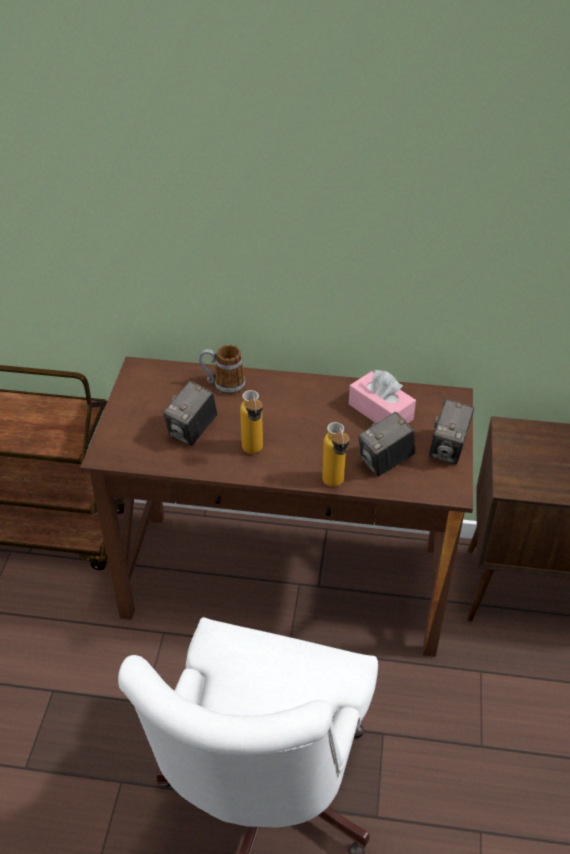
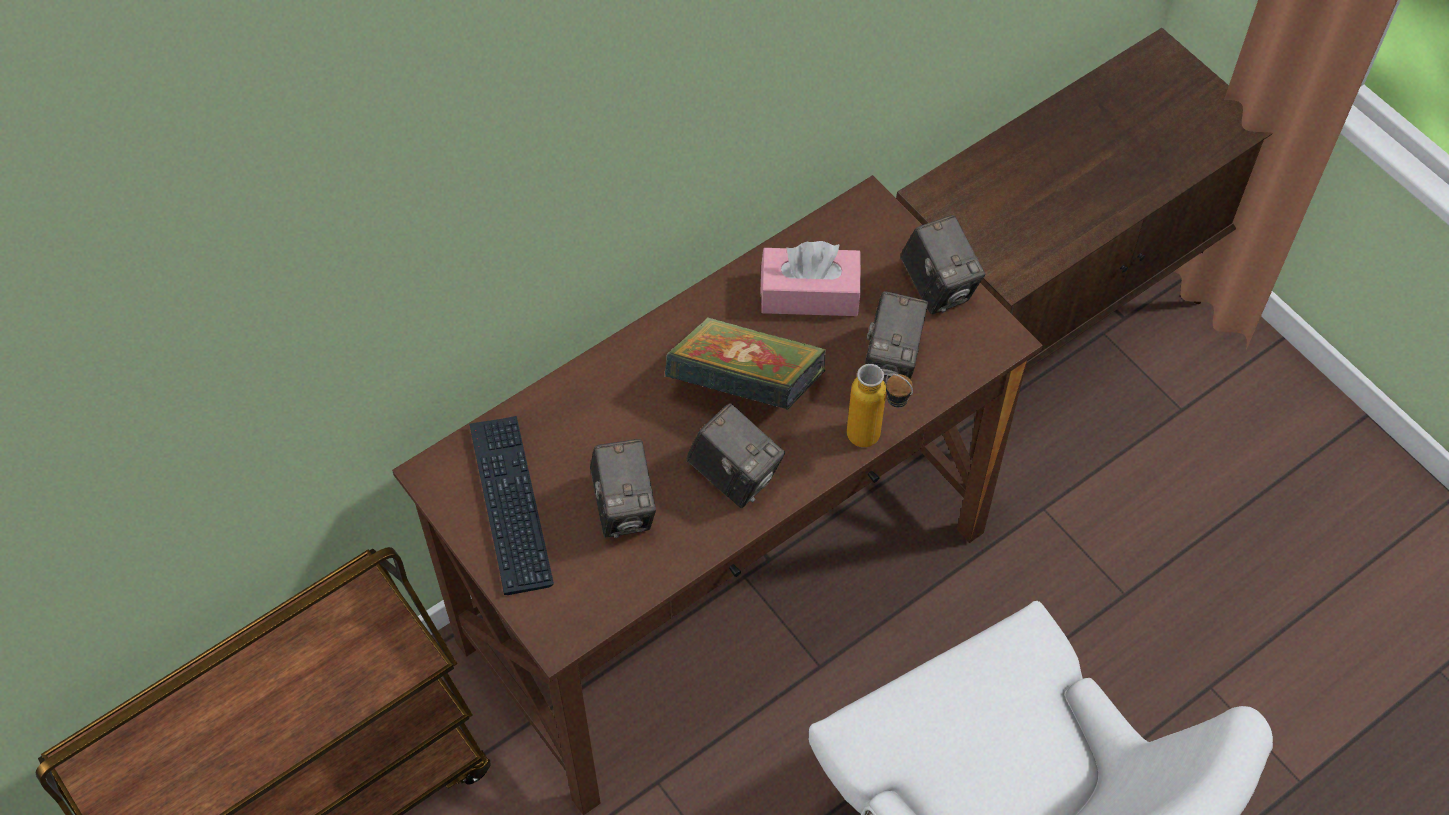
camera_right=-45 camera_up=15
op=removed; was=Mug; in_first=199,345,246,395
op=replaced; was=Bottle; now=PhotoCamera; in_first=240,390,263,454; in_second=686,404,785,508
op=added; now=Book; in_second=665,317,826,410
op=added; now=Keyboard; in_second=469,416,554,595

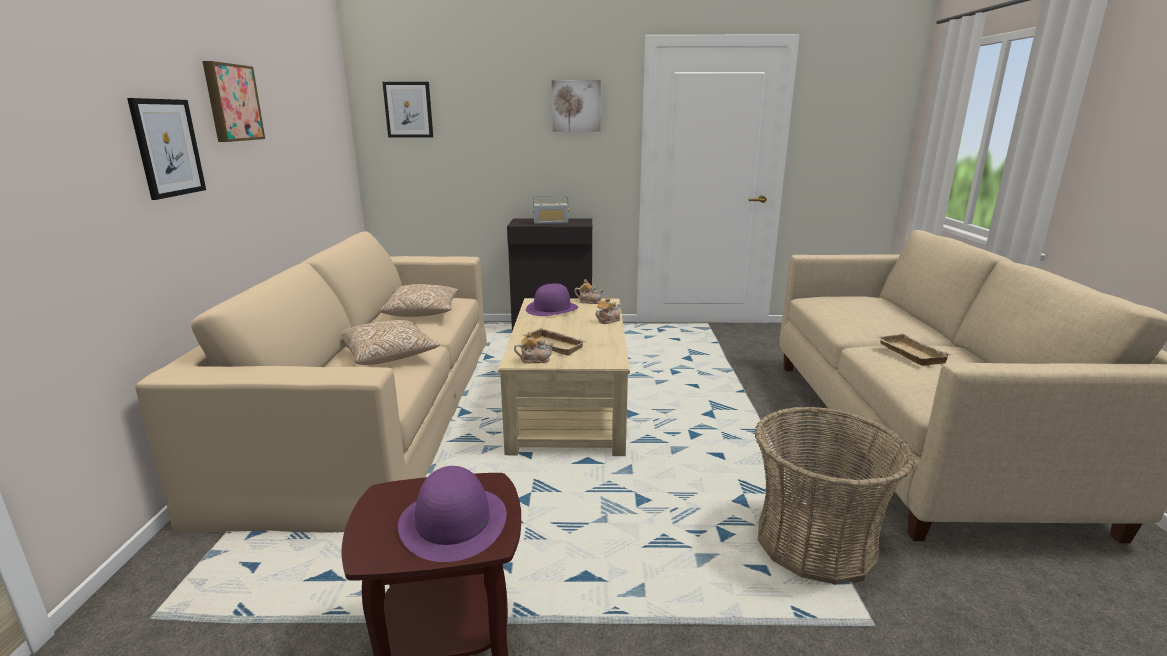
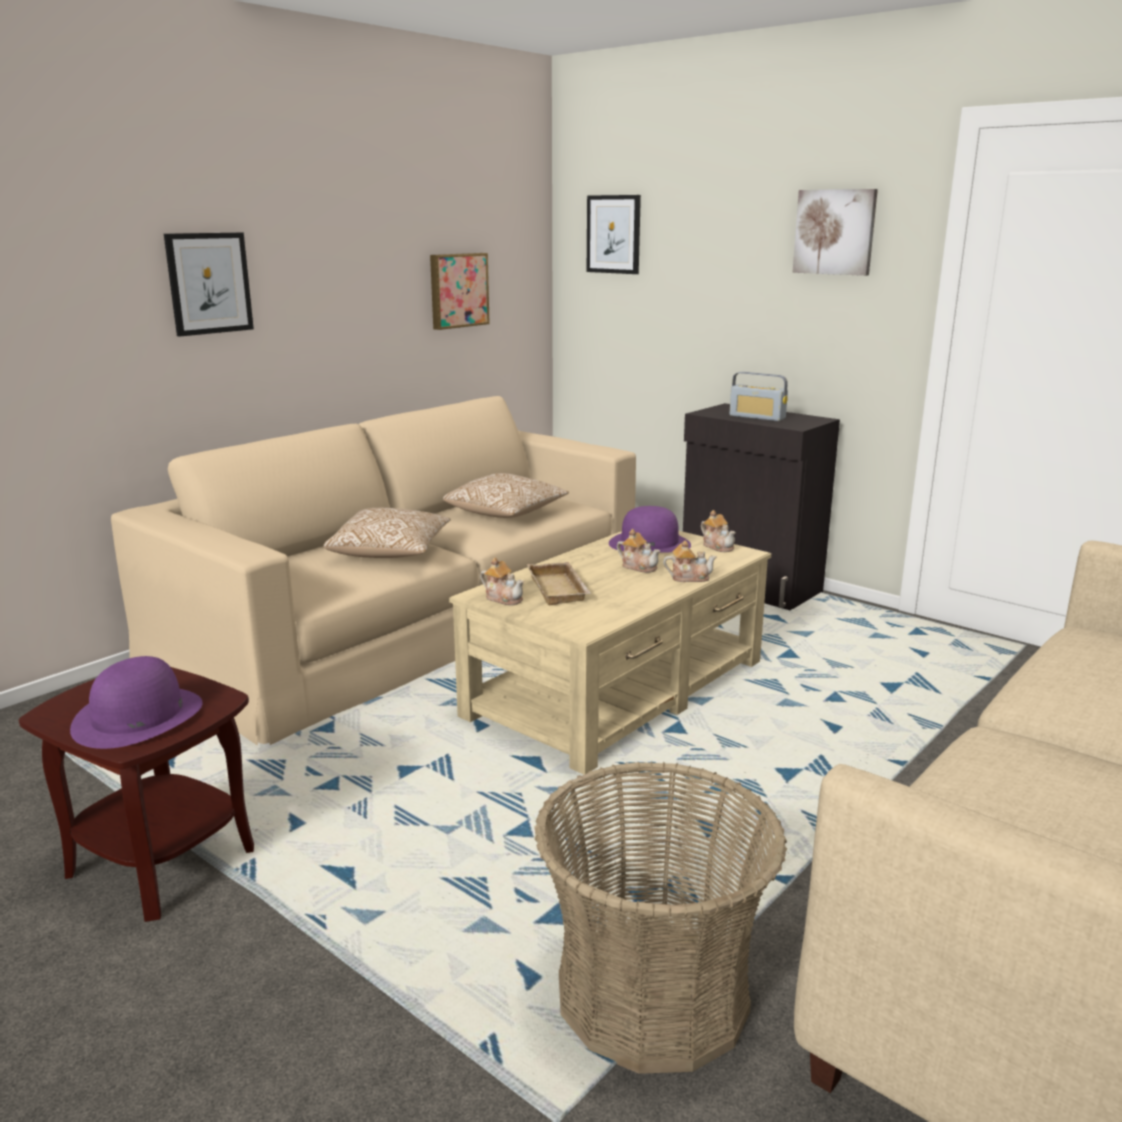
camera_right=40 camera_up=0
op=moved; was=Picture; in_first=202,61,265,142; in_second=430,253,490,330
op=removed; was=BeigeTray; in_first=875,334,952,366
op=added; now=Teapot; in_second=617,529,660,573

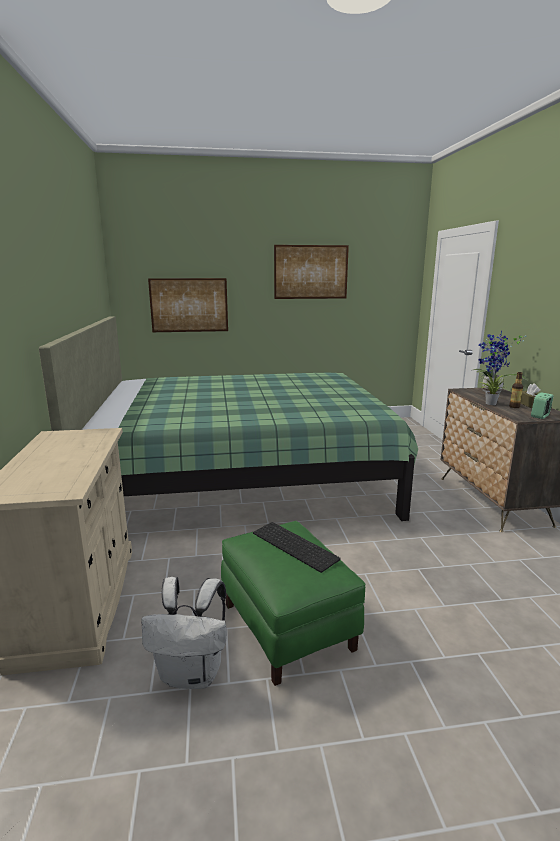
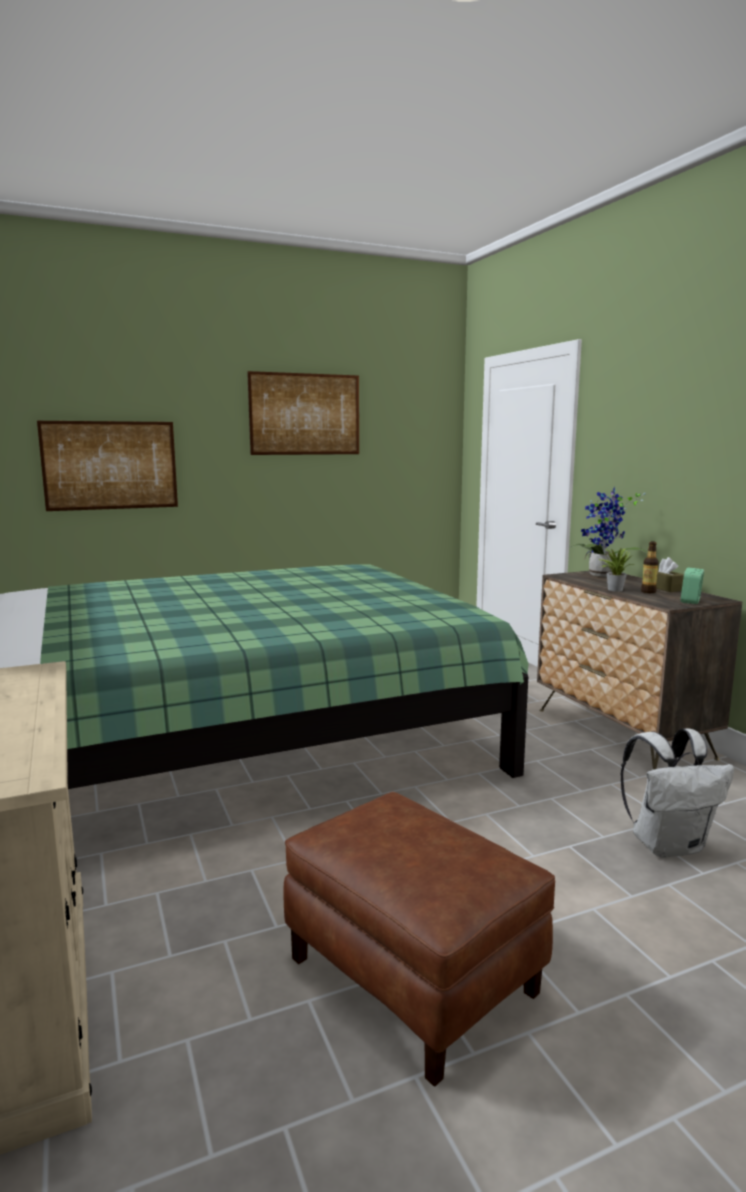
camera_right=-15 camera_up=-5
op=recoloured; was=GreenOttoman; now=BrownOttoman; in_first=221,521,365,686; in_second=284,792,555,1087
op=removed; was=Keyboard; in_first=253,522,341,573
op=moved; was=WhiteBackpack; in_first=141,577,227,689; in_second=620,729,734,858

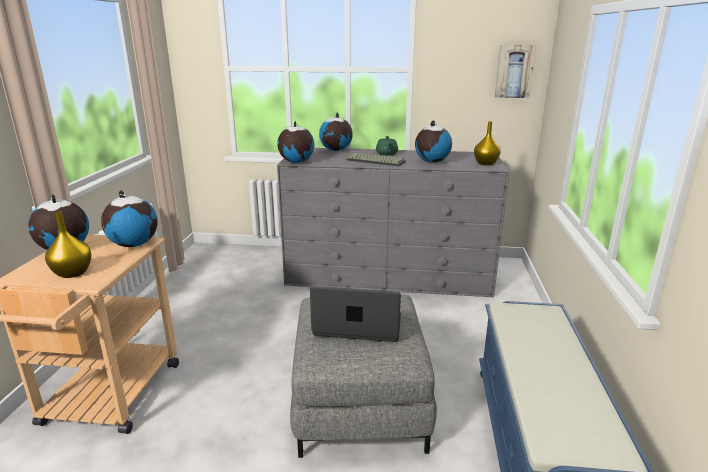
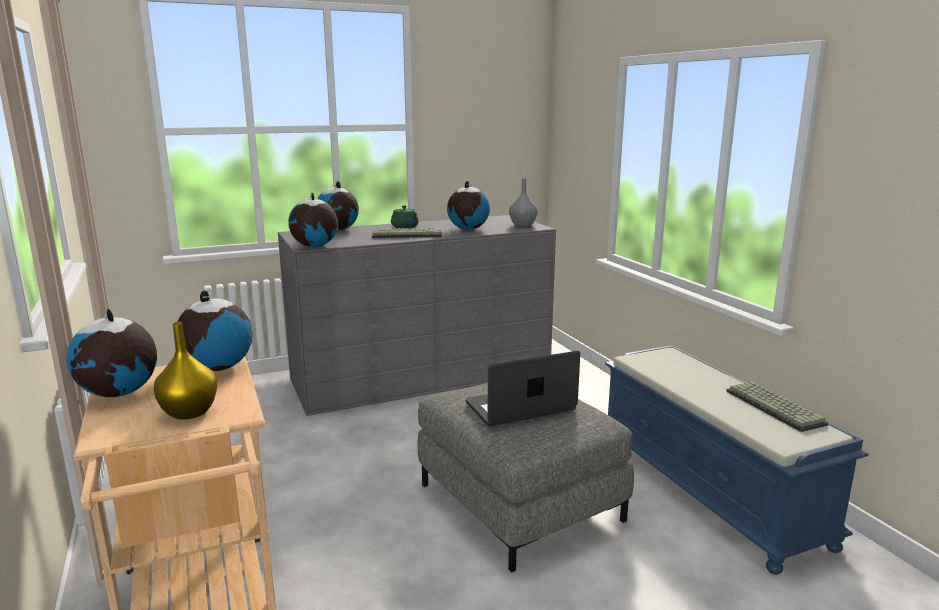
camera_right=-30 camera_up=-5
op=removed; was=Picture; in_first=495,45,536,98
op=recoloured; was=YellowVase; now=GreyVase; in_first=474,121,501,165; in_second=509,178,538,226
op=added; now=Keyboard; in_second=726,382,828,432

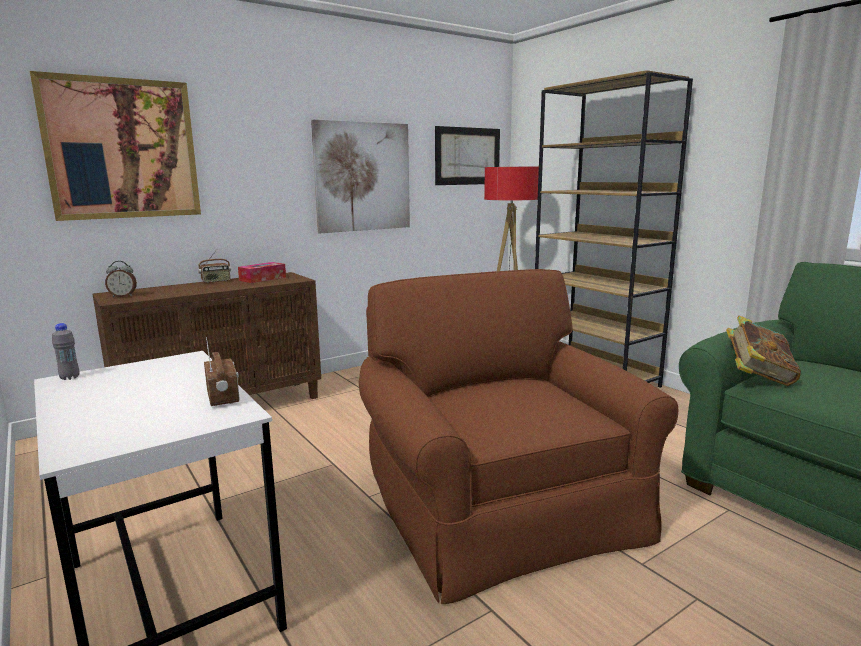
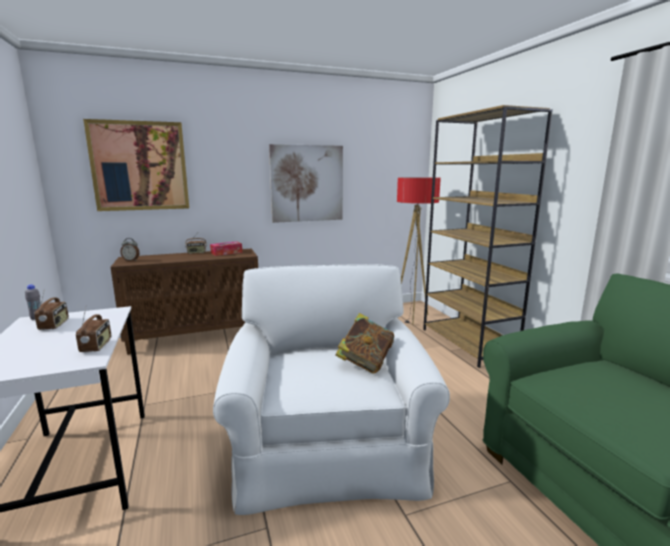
camera_right=15 camera_up=0
op=removed; was=Picture; in_first=435,126,500,185
op=recoloured; was=BrownArmchair; now=WhiteArmchair; in_first=359,269,678,604; in_second=213,264,450,515
op=moved; was=Book; in_first=726,316,801,386; in_second=335,313,394,374
op=added; now=Radio; in_second=34,289,69,330

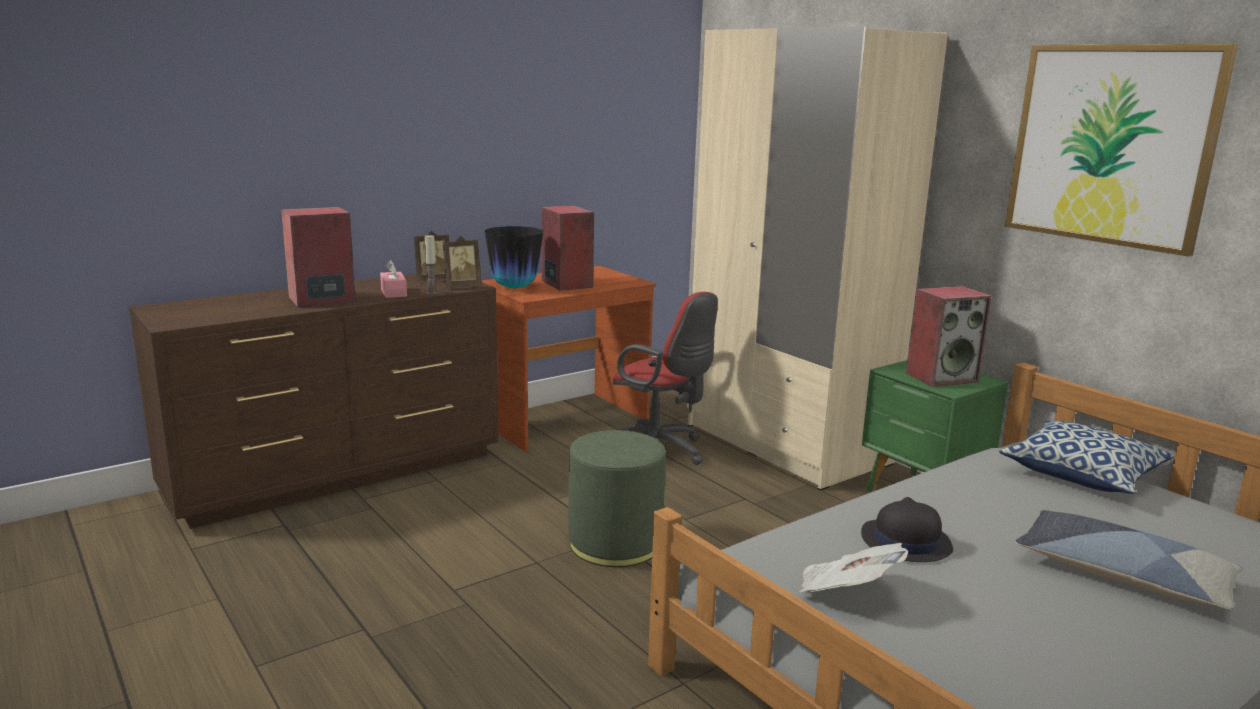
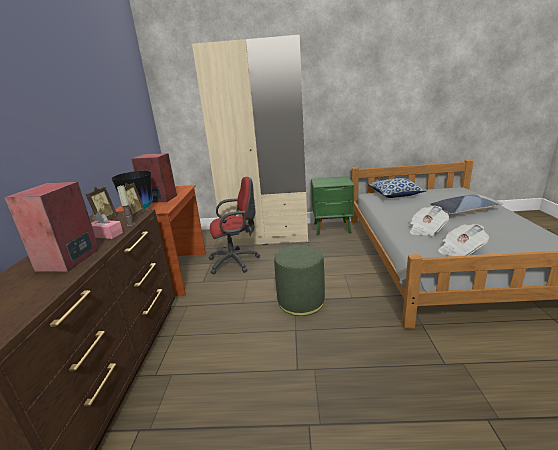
camera_right=-50 camera_up=5
op=removed; was=Picture; in_first=1005,44,1238,257
op=removed; was=Speaker; in_first=906,286,991,387
op=replaced; was=BlackHat; now=Newspaper; in_first=861,497,953,562; in_second=410,206,449,236

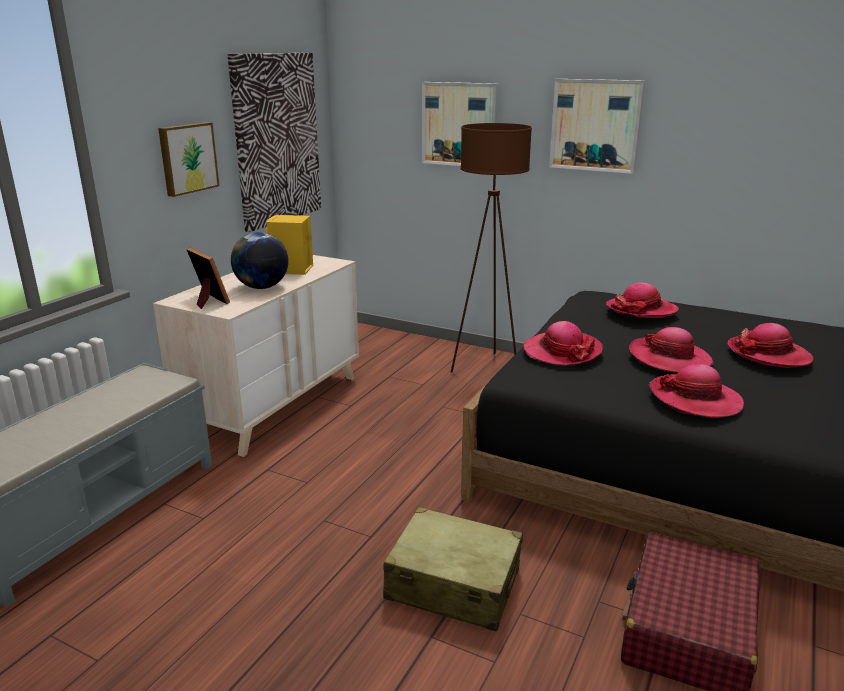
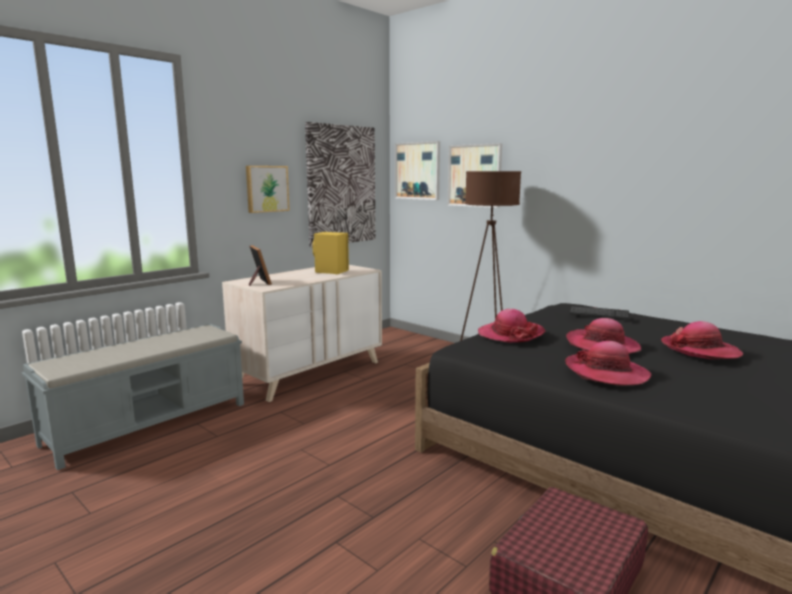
camera_right=15 camera_up=-10
op=moved; was=Picture; in_first=549,79,645,174; in_second=395,141,440,200
op=removed; was=Globe; in_first=231,232,288,289
op=replaced; was=Hat; now=Keyboard; in_first=606,282,679,318; in_second=569,306,629,319
op=removed; was=BeigeSuitcase; in_first=383,507,523,632

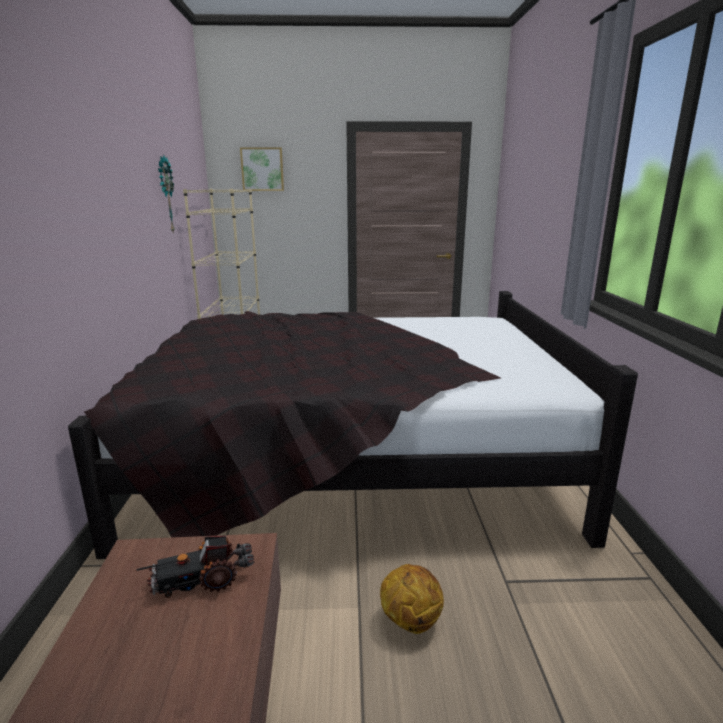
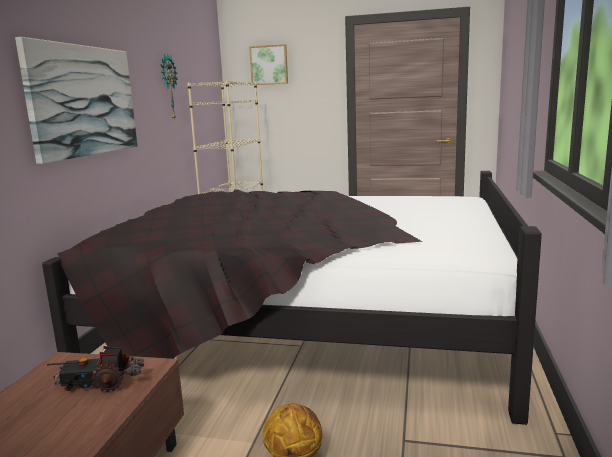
camera_right=15 camera_up=-5
op=added; now=Picture; in_second=15,37,138,164

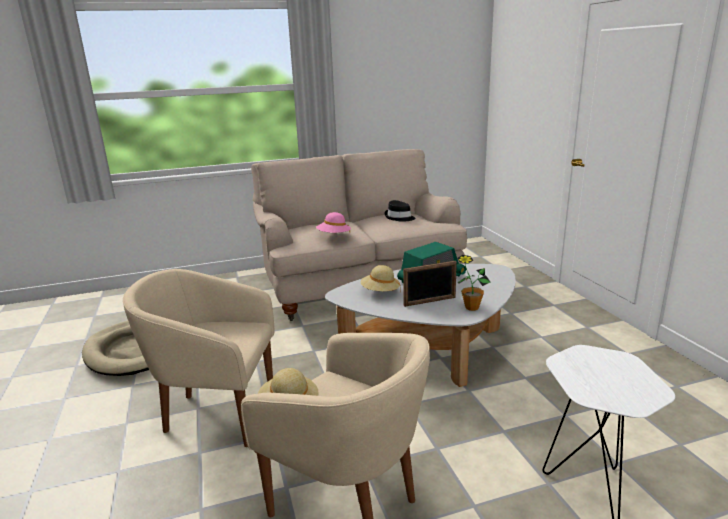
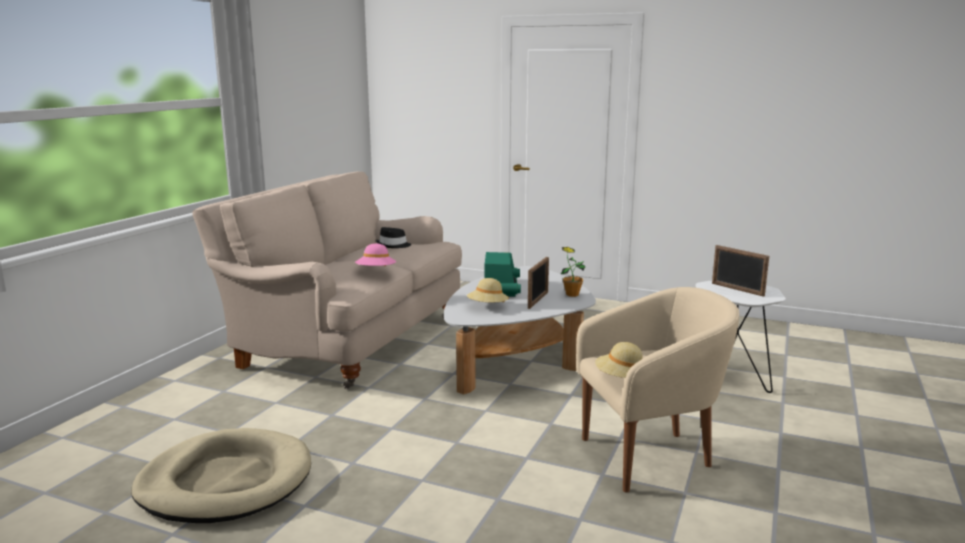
camera_right=-50 camera_up=-5
op=removed; was=BeigeArmchair; in_first=123,269,274,447
op=added; now=PictureFrame; in_second=712,245,769,297

